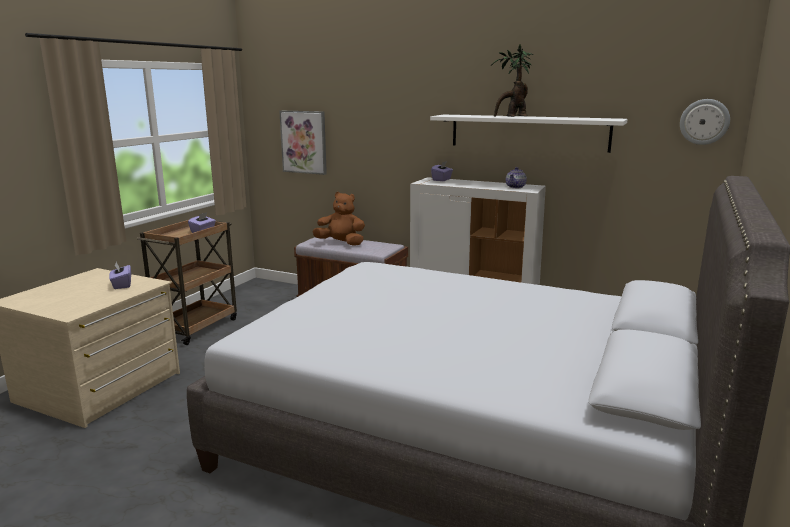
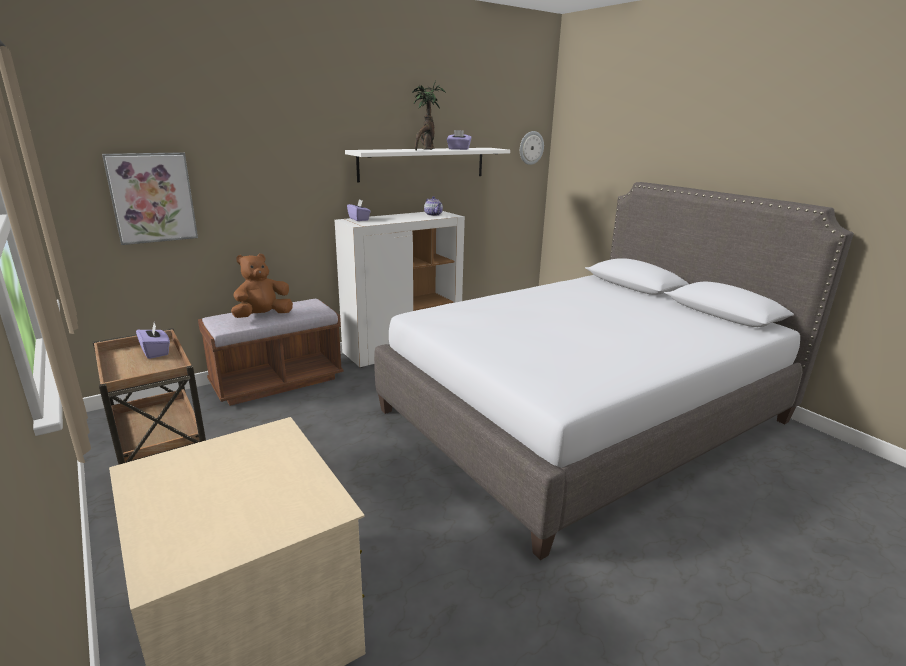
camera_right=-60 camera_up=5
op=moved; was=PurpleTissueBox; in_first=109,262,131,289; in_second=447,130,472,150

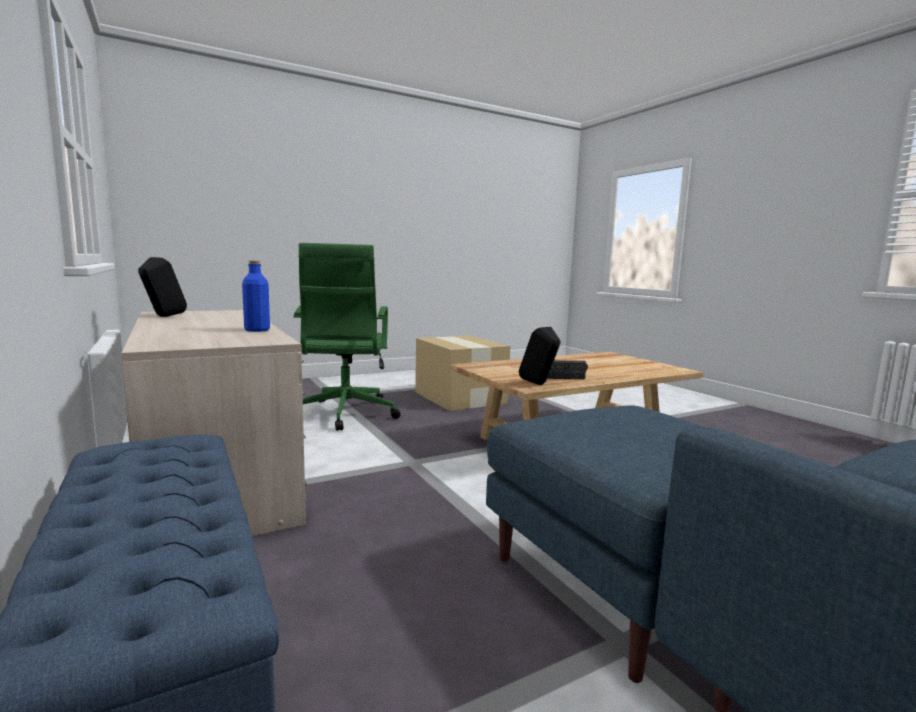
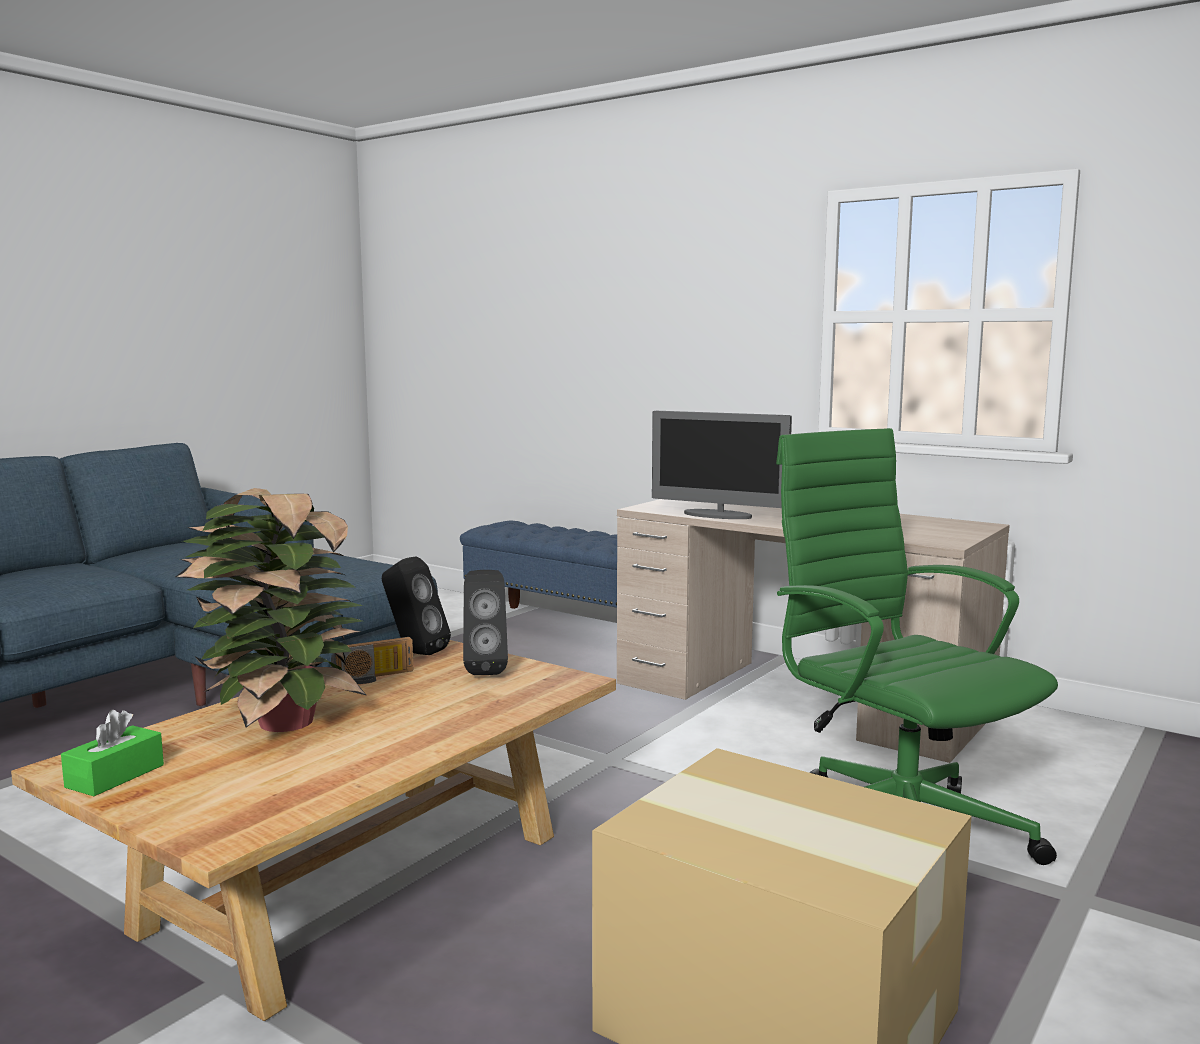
camera_right=155 camera_up=0
op=moved; was=BlackSpeaker; in_first=138,257,187,317; in_second=463,570,508,675
op=replaced; was=BlueBottle; now=Monitor; in_first=242,261,270,332; in_second=652,411,792,519
op=added; now=PottedPlant; in_second=176,488,367,732
op=added; now=GreenTissueBox; in_second=61,710,164,796

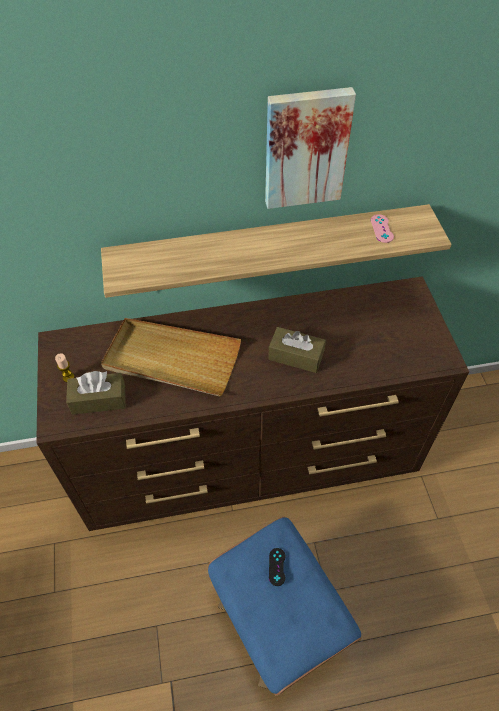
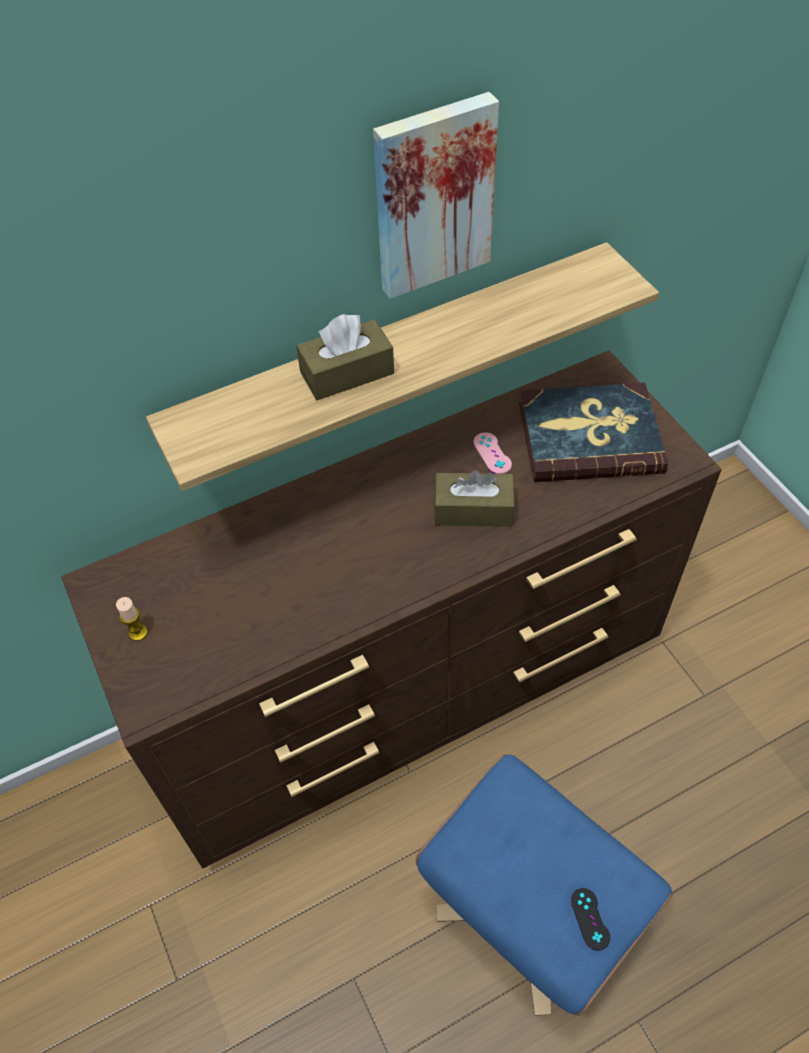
camera_right=-15 camera_up=0
op=moved; was=PinkGameController; in_first=371,214,394,243; in_second=473,433,512,474
op=removed; was=BeigeTray; in_first=101,318,241,397
op=moved; was=BrownTissueBox; in_first=66,371,126,415; in_second=296,314,394,400
op=moved; was=BlackGameController; in_first=269,548,285,586; in_second=571,888,610,951
op=added; now=Book; in_second=519,382,668,482

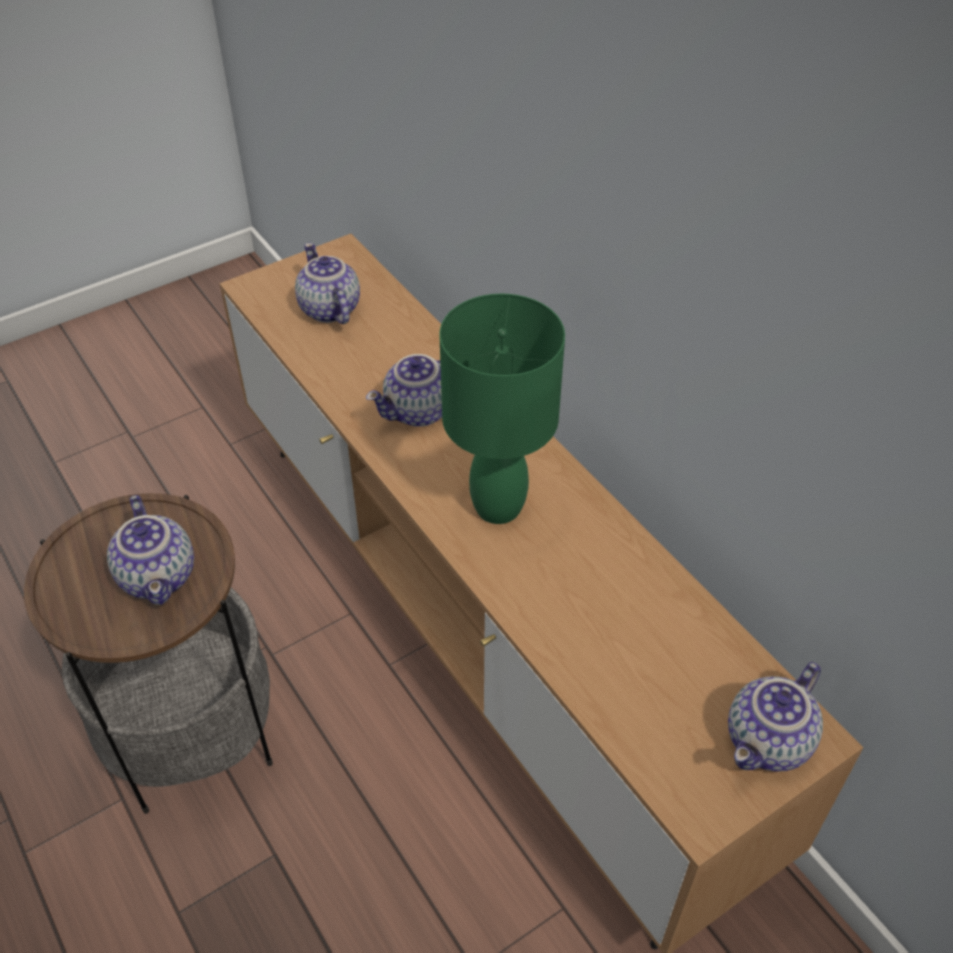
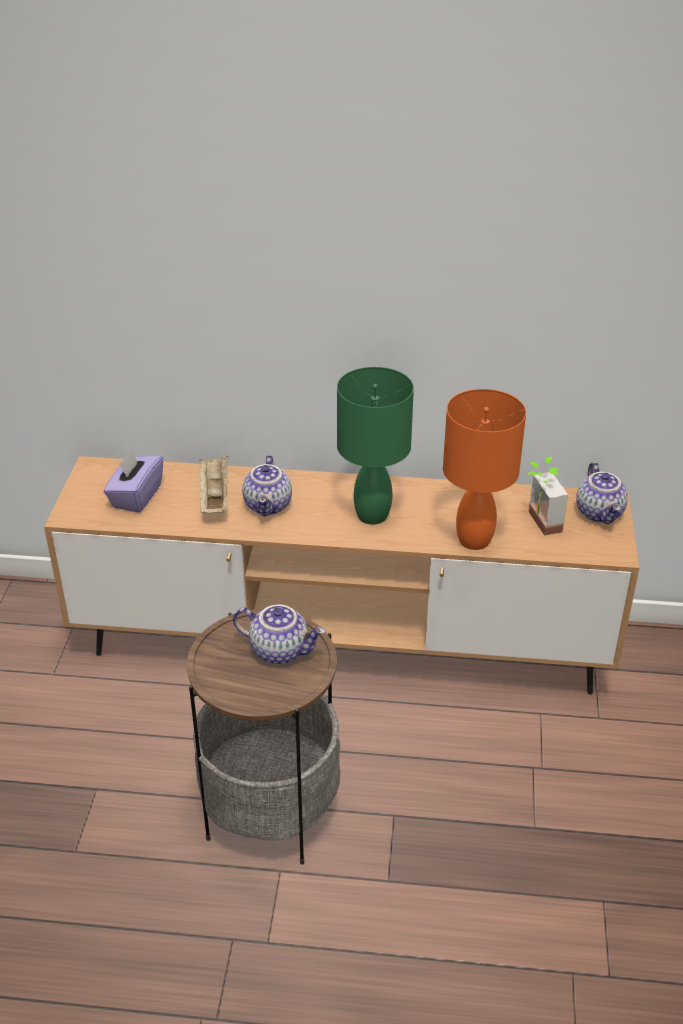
camera_right=-50 camera_up=-10
op=replaced; was=Teapot; now=PurpleTissueBox; in_first=295,242,360,324; in_second=104,449,163,513
op=added; now=OrangeTableLamp; in_second=443,389,526,550
op=added; now=BeigeTray; in_second=199,456,228,513
op=added; now=PottedPlant; in_second=527,457,568,536

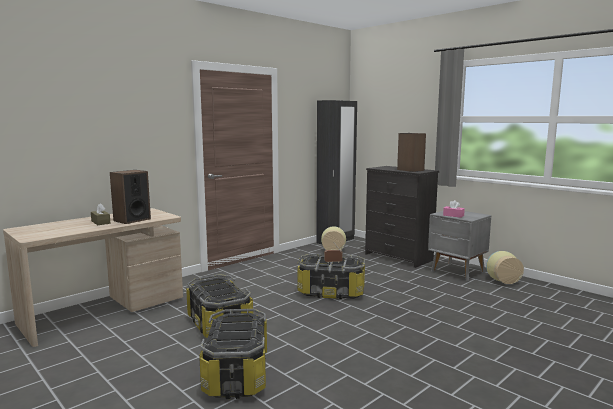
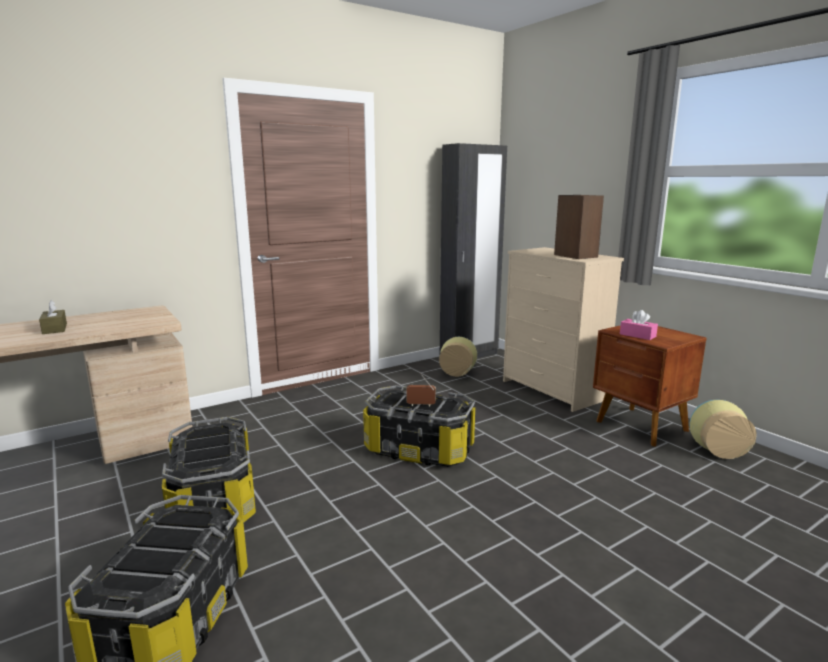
camera_right=10 camera_up=5
op=recoloured; was=BlackDresser; now=BeigeDresser; in_first=365,166,439,268; in_second=503,247,624,412
op=removed; was=Speaker; in_first=110,170,151,224
op=recoloured; was=GreyNightstand; now=BrownNightstand; in_first=428,211,491,282; in_second=593,325,707,446

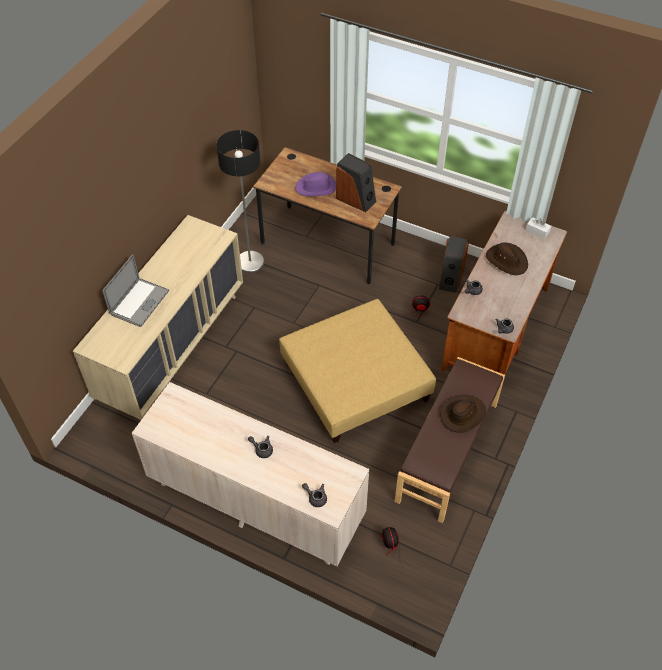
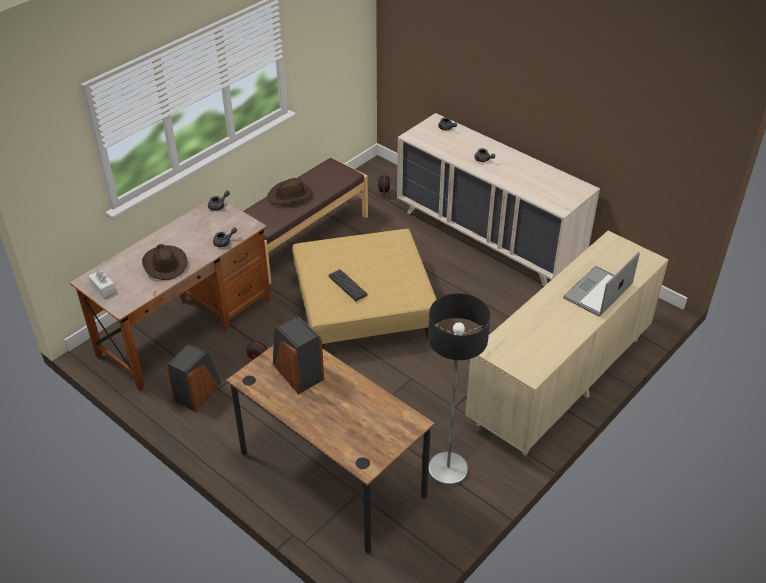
camera_right=-165 camera_up=-10
op=removed; was=PurpleHat; in_first=295,172,336,197
op=added; now=Keyboard; in_second=328,269,368,301

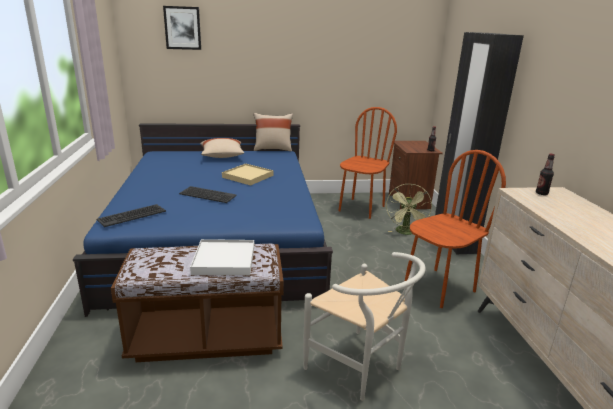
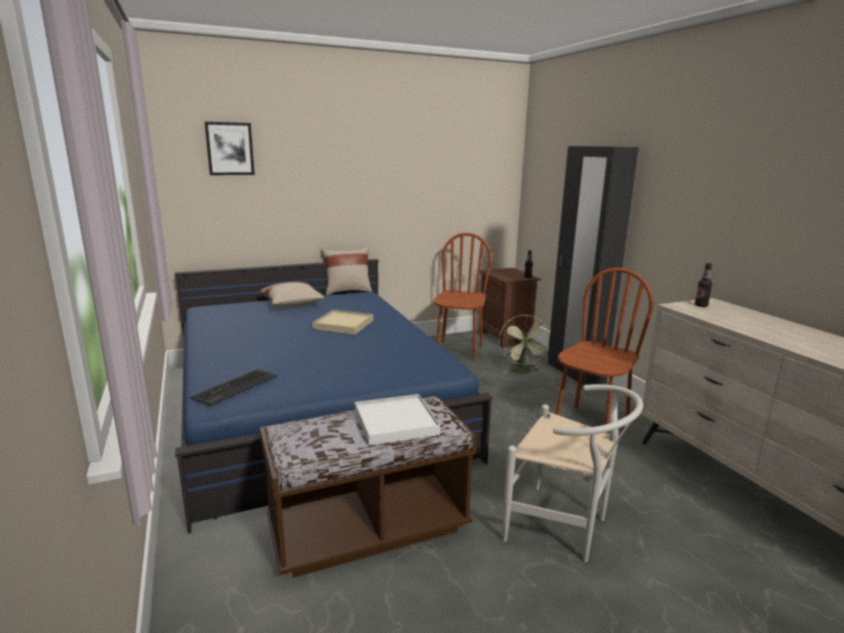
camera_right=-15 camera_up=-5
op=removed; was=Keyboard; in_first=179,186,237,203

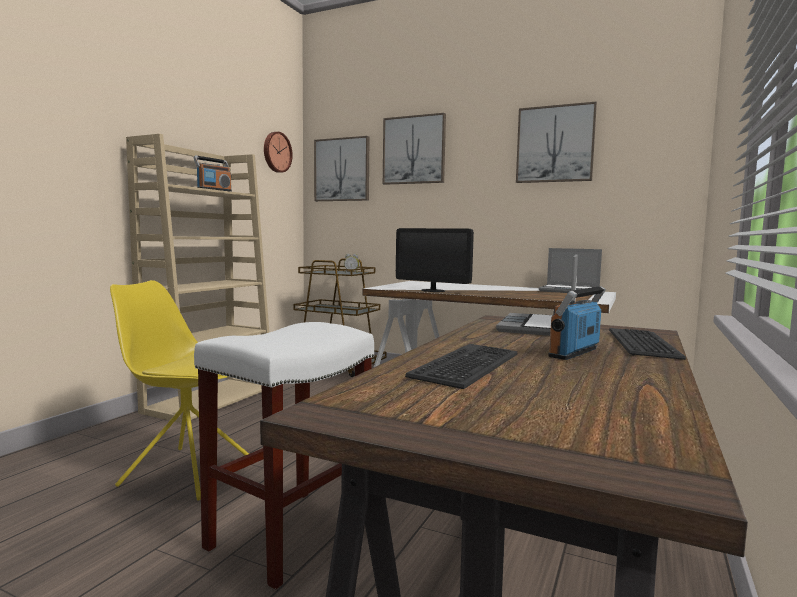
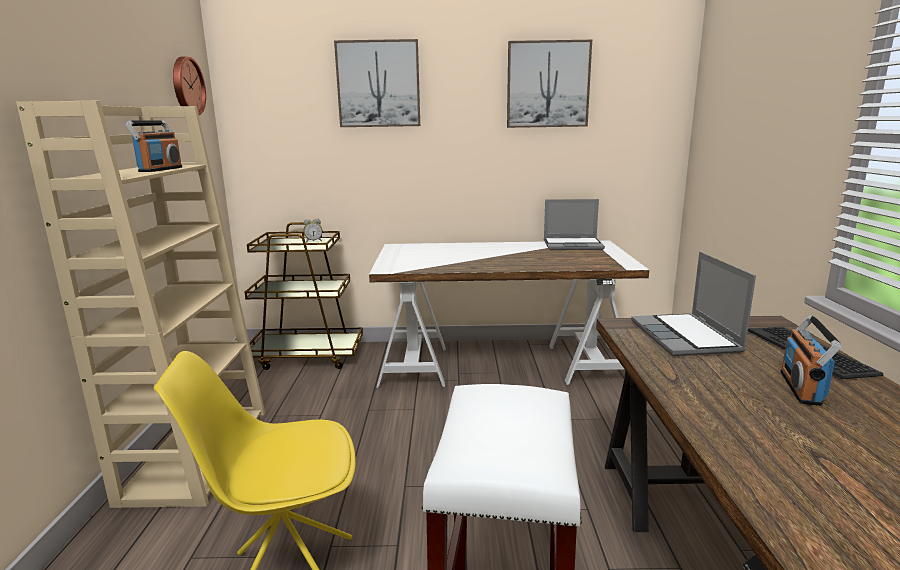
camera_right=-25 camera_up=10
op=removed; was=Picture; in_first=314,136,370,201
op=removed; was=Monitor; in_first=396,228,474,292
op=removed; was=Keyboard; in_first=405,344,517,389

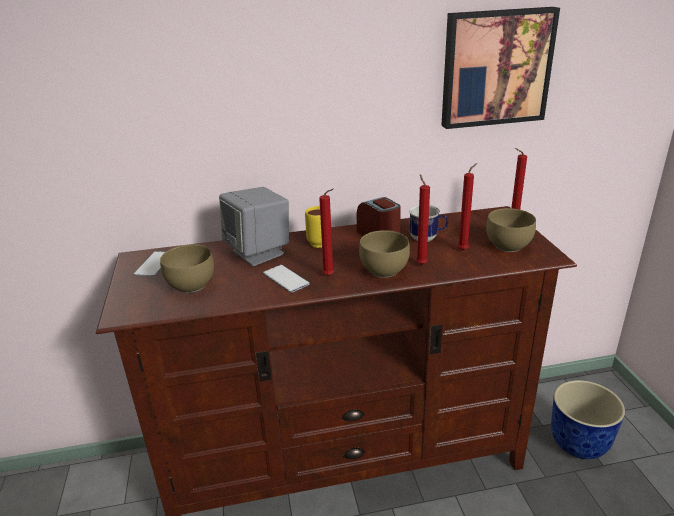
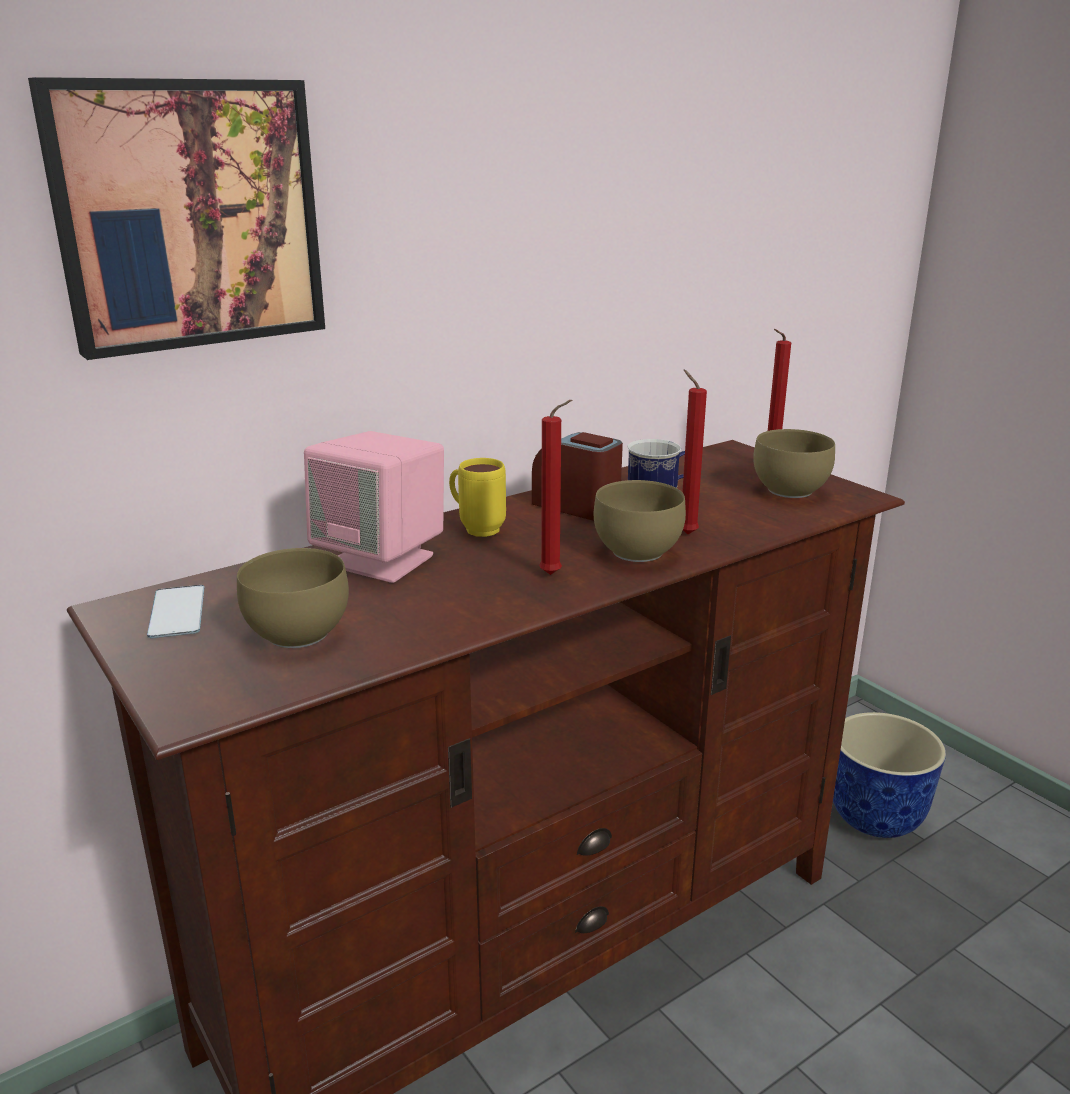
camera_right=-25 camera_up=-5
op=moved; was=Picture; in_first=441,7,560,129; in_second=28,77,325,360
op=removed; was=RedCandle; in_first=458,163,477,250
op=recoloured; was=GreySpeaker; now=PinkSpeaker; in_first=219,187,289,266; in_second=304,431,444,583
op=removed; was=Phone; in_first=263,265,310,293

